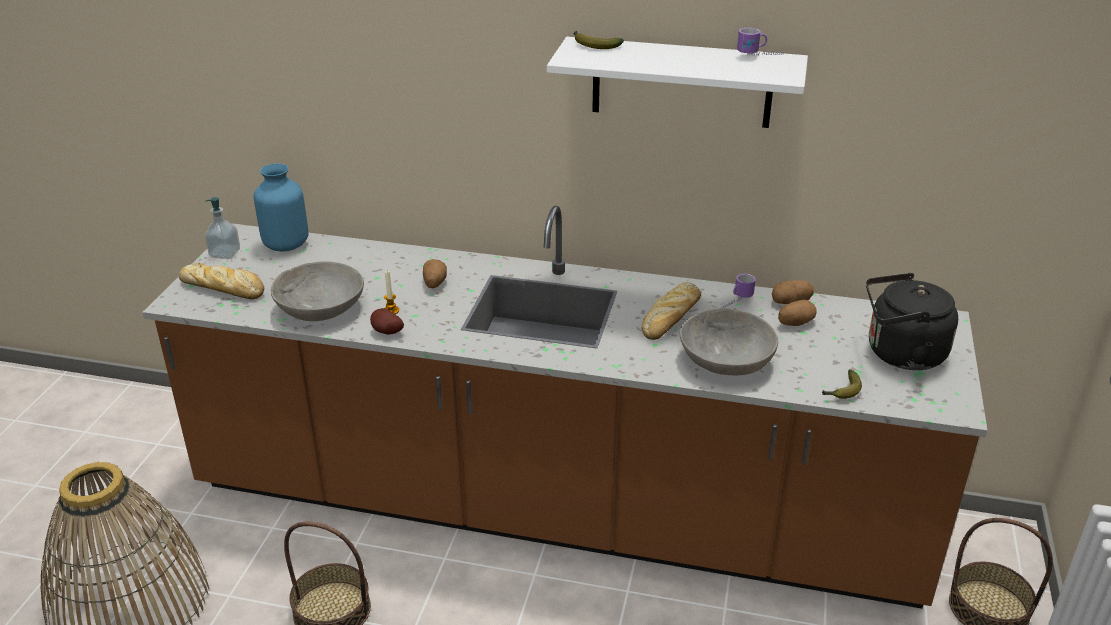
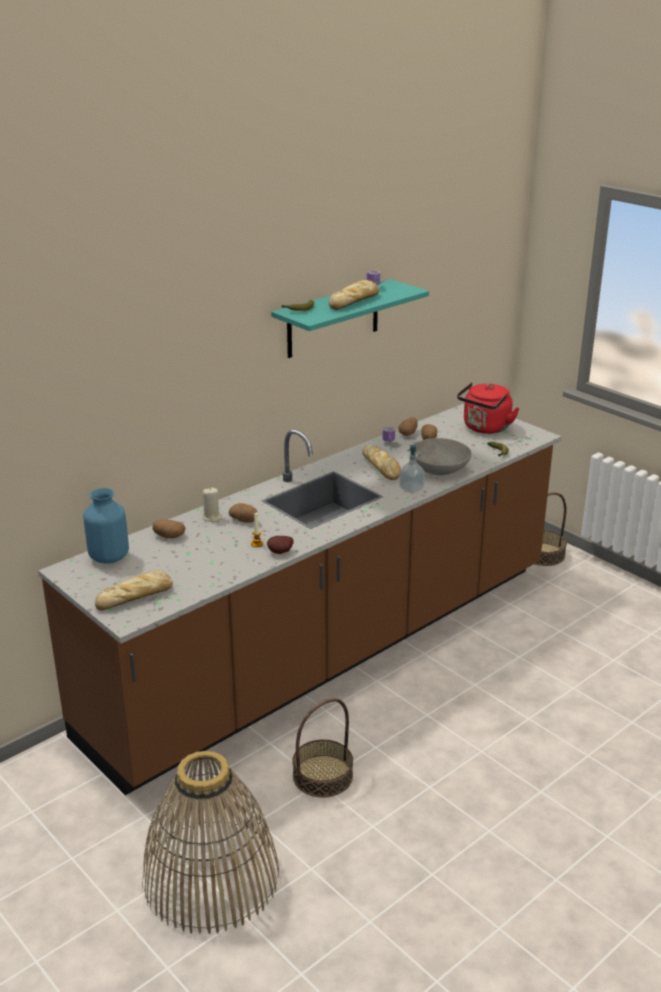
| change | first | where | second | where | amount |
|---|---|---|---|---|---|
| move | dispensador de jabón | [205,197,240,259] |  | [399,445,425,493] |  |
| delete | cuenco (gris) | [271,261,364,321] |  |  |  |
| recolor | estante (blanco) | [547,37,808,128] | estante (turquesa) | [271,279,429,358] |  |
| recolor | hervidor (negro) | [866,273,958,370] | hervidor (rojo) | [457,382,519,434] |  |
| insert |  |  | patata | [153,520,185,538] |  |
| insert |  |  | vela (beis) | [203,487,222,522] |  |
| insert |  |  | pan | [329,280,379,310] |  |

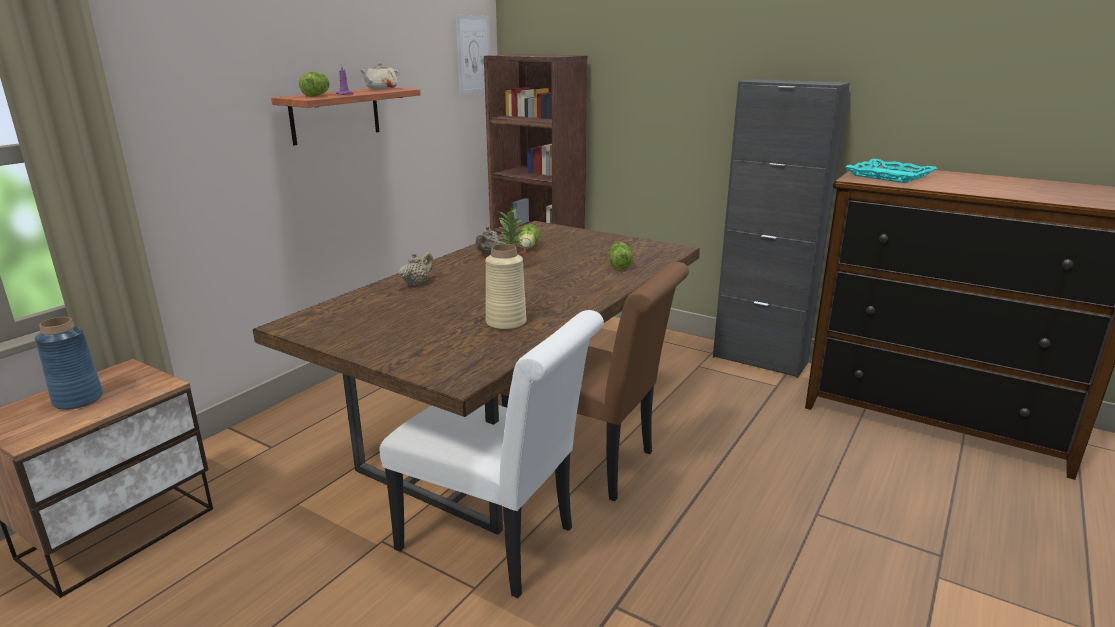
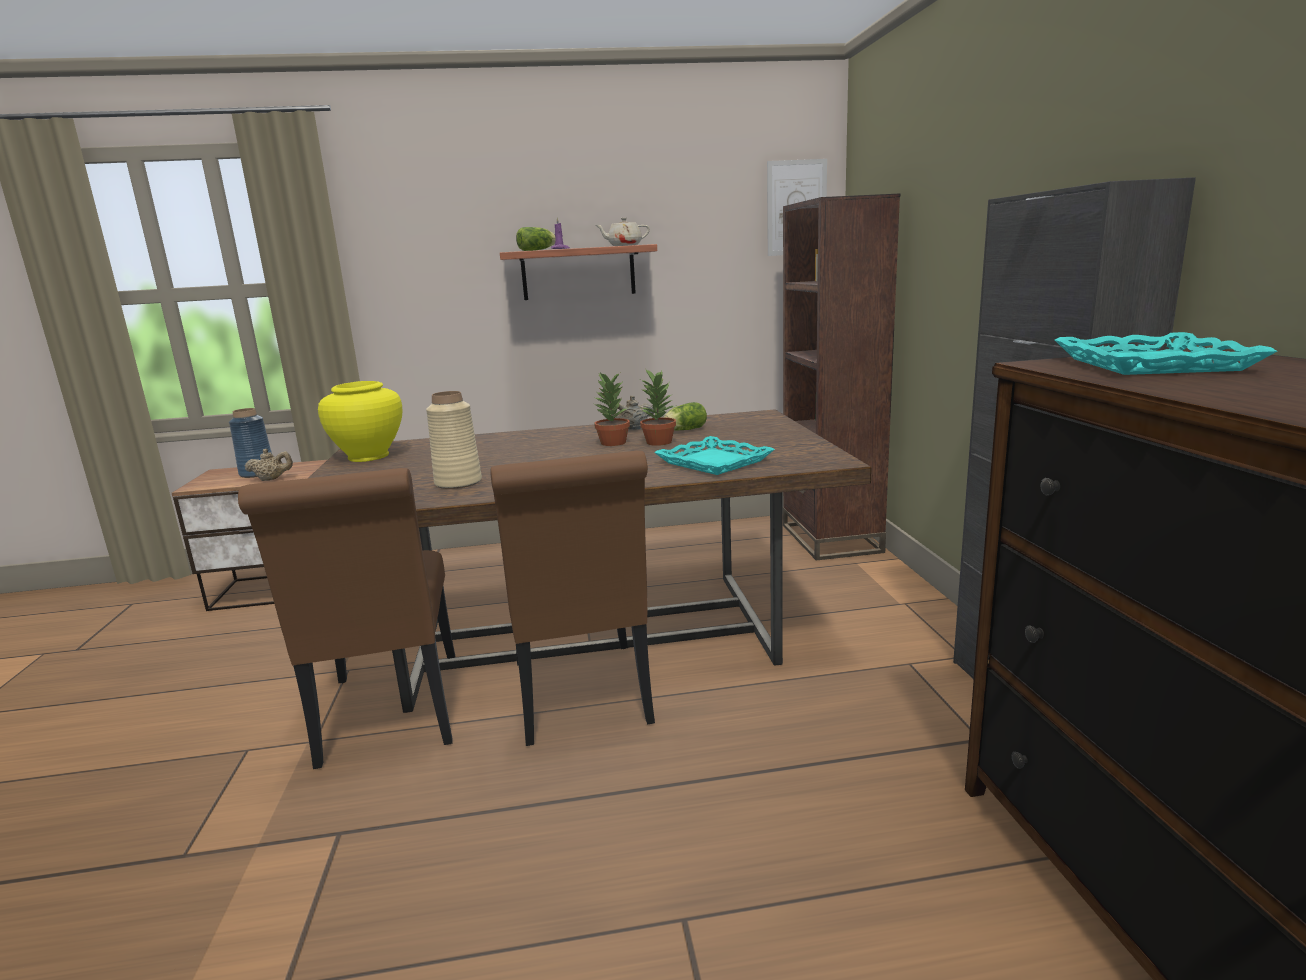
| change | first | where | second | where | amount |
|---|---|---|---|---|---|
| recolor | silla (blanco) | [379,310,604,598] | silla (marrón) | [238,468,456,769] |  |
| move | tetera (beis) | [399,252,434,286] |  | [244,449,293,481] |  |
| replace | lechuga | [609,242,633,270] | bandeja (turquesa) | [654,436,775,475] |  |
| insert |  |  | florero (amarillo) | [318,381,403,462] |  |
| insert |  |  | planta en maceta | [640,370,677,446] |  |

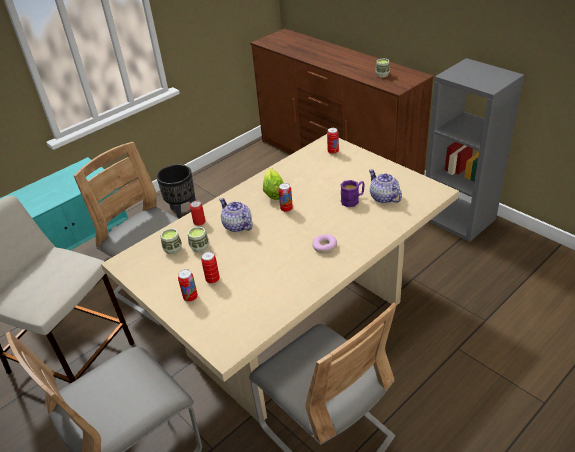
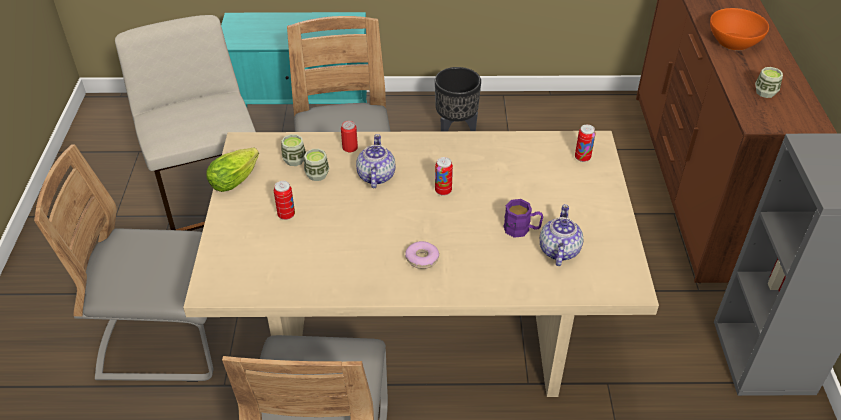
| change | first | where | second | where | amount |
|---|---|---|---|---|---|
| delete | lata | [178,269,198,302] |  |  |  |
| move | lechuga | [263,168,283,200] |  | [206,148,259,192] |  |
| insert |  |  | cuenco (naranja) | [710,8,769,50] |  |

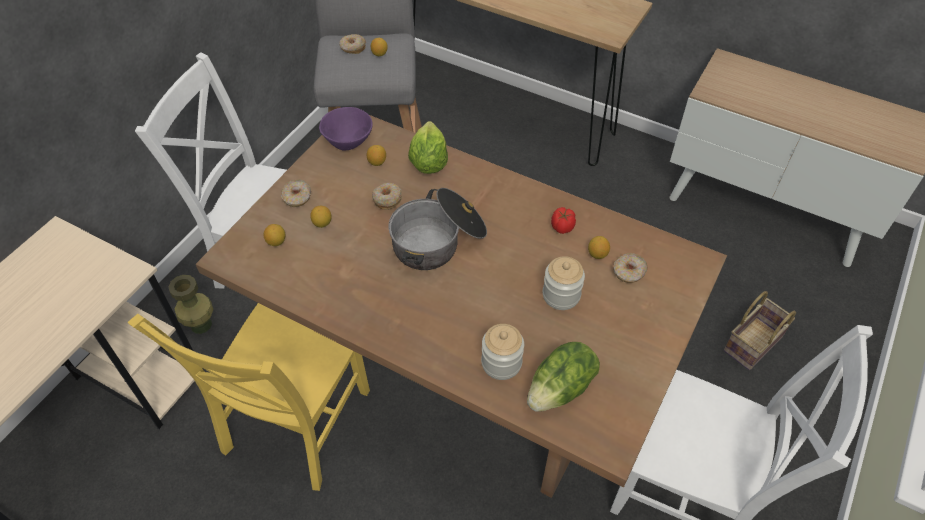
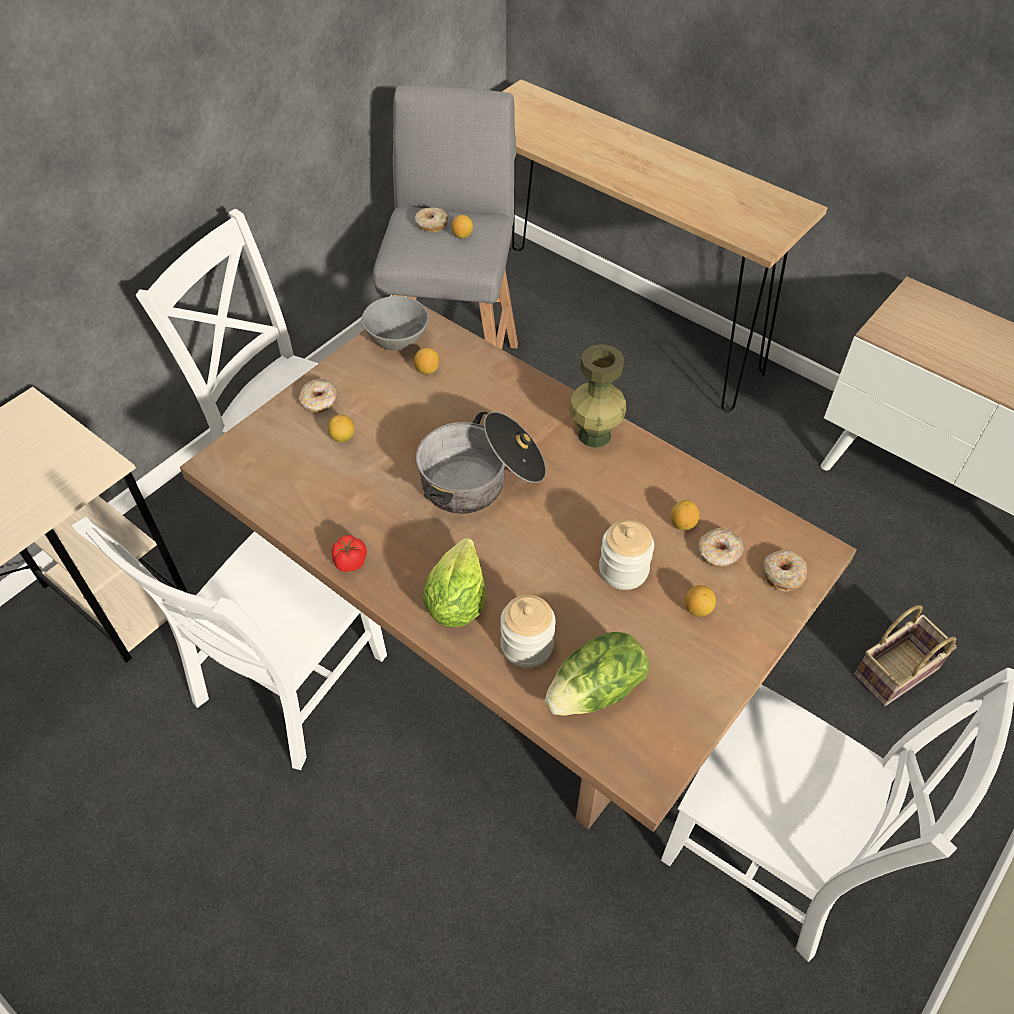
| change | first | where | second | where | amount |
|---|---|---|---|---|---|
| recolor | silla (amarillo) | [127,303,370,491] | silla (blanco) | [72,517,387,770] |  |
| move | florero (verde) | [169,275,214,334] |  | [569,344,626,448] |  |
| move | limón | [263,224,285,246] |  | [685,585,716,617] |  |
| recolor | cuenco (morado) | [319,107,373,151] | cuenco (gris) | [361,296,429,350] |  |
| move | rosquilla | [372,183,402,210] |  | [763,550,807,592] |  |
| move | lechuga | [408,121,448,174] |  | [422,538,486,627] |  |
| move | tomate | [551,207,576,234] |  | [332,535,367,572] |  |

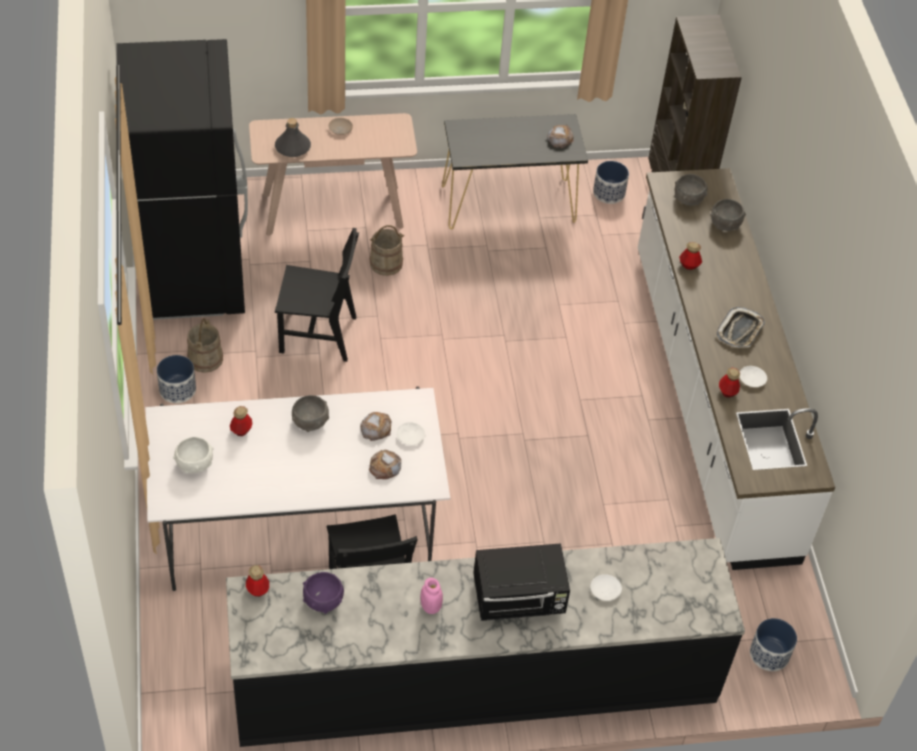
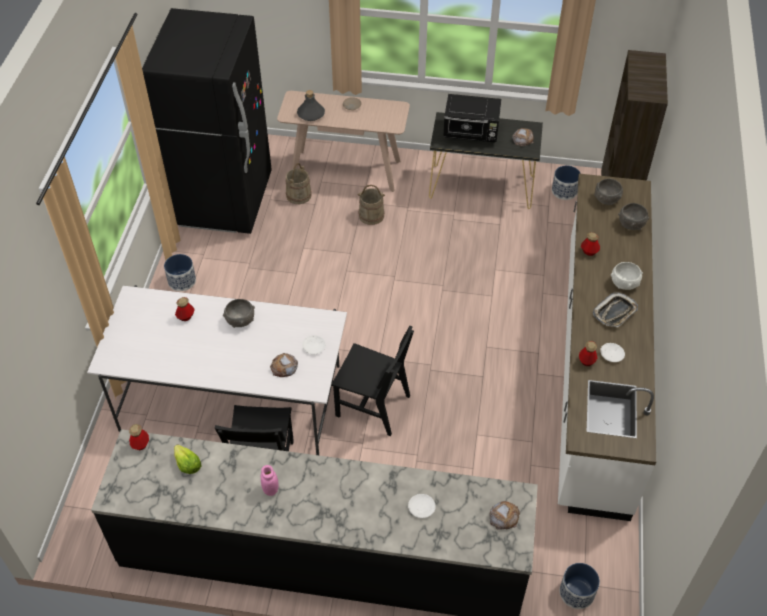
| change | first | where | second | where | amount |
|---|---|---|---|---|---|
| move | cuenco (blanco) | [173,437,214,474] |  | [611,262,643,290] |  |
| move | cubo (beis) | [187,318,223,373] |  | [286,163,312,204] |  |
| move | silla (negro) | [275,228,359,362] |  | [331,326,414,436] |  |
| replace | cuenco (morado) | [303,572,344,614] | lechuga | [174,445,201,474] |  |
| move | pan | [360,412,392,441] |  | [489,501,520,530] |  |
| move | microondas (negro) | [473,543,570,621] |  | [443,94,502,142] |  |

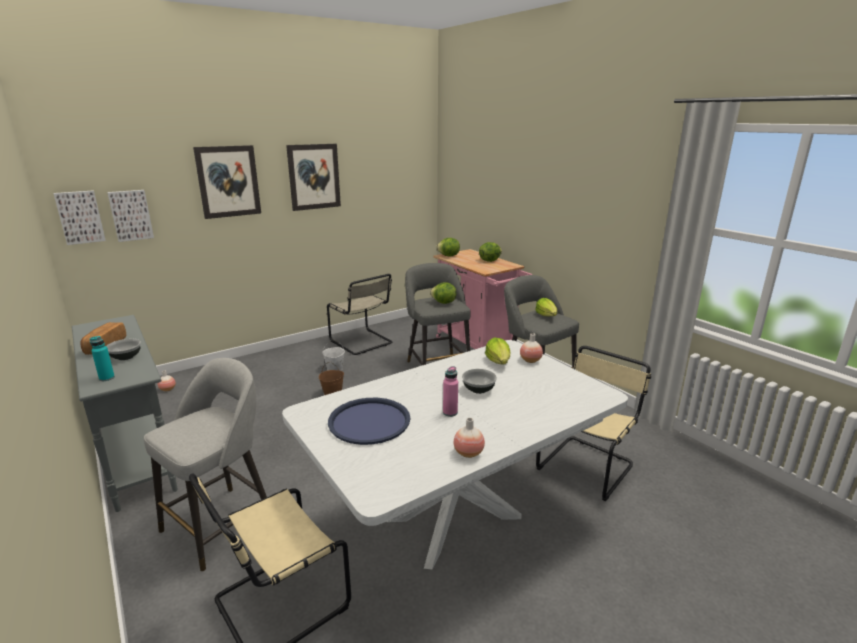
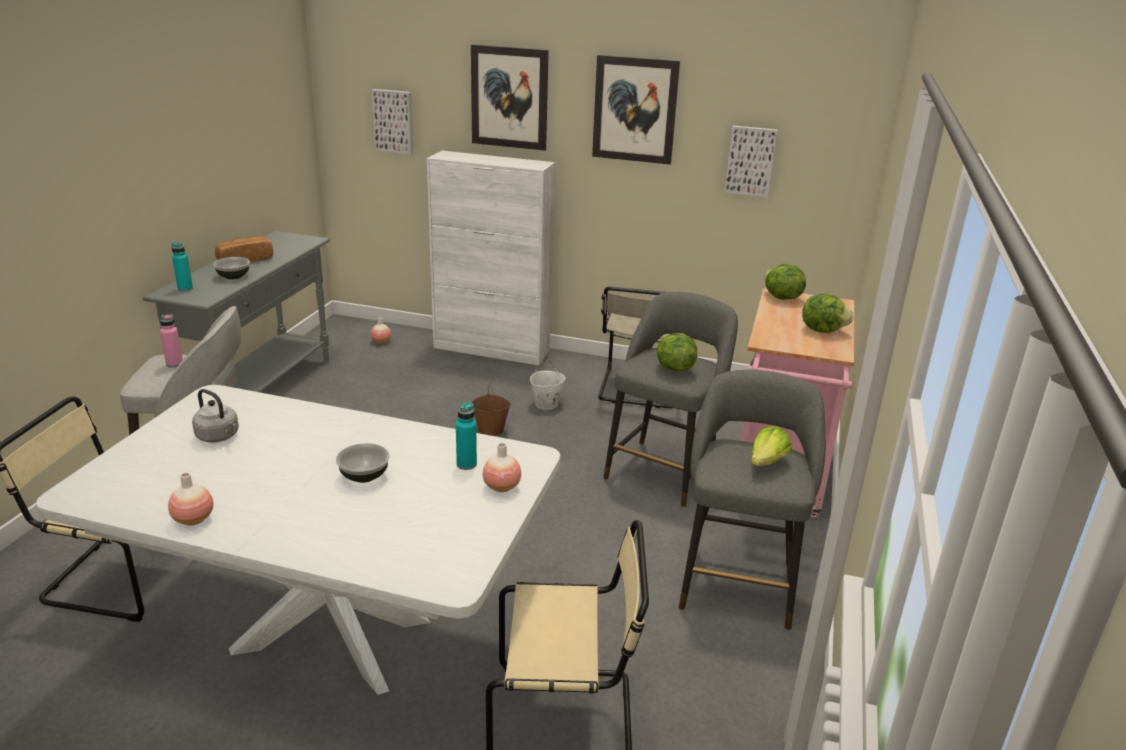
| change | first | where | second | where | amount |
|---|---|---|---|---|---|
| move | cuadro | [53,190,106,245] |  | [725,125,778,197] |  |
| replace | bandeja (azul) | [328,398,410,445] | hervidor (gris) | [192,389,239,443] |  |
| move | botella (rosa) | [443,366,458,417] |  | [160,315,183,368] |  |
| replace | lechuga | [485,337,511,364] | botella (turquesa) | [456,402,477,470] |  |
| insert |  |  | armario (blanco) | [427,151,555,365] |  |

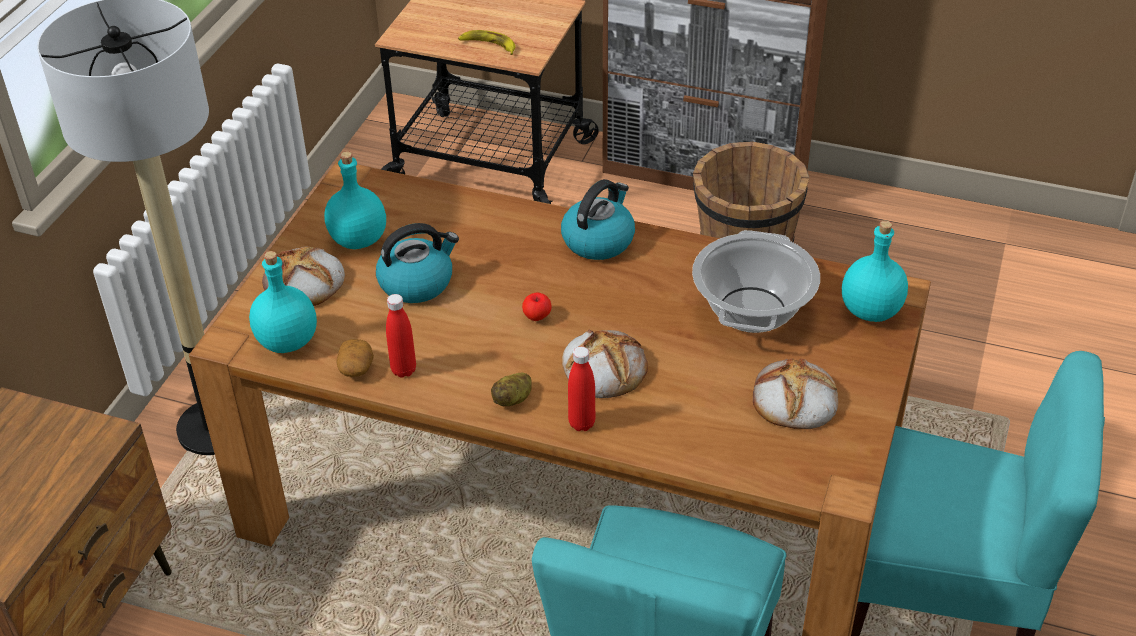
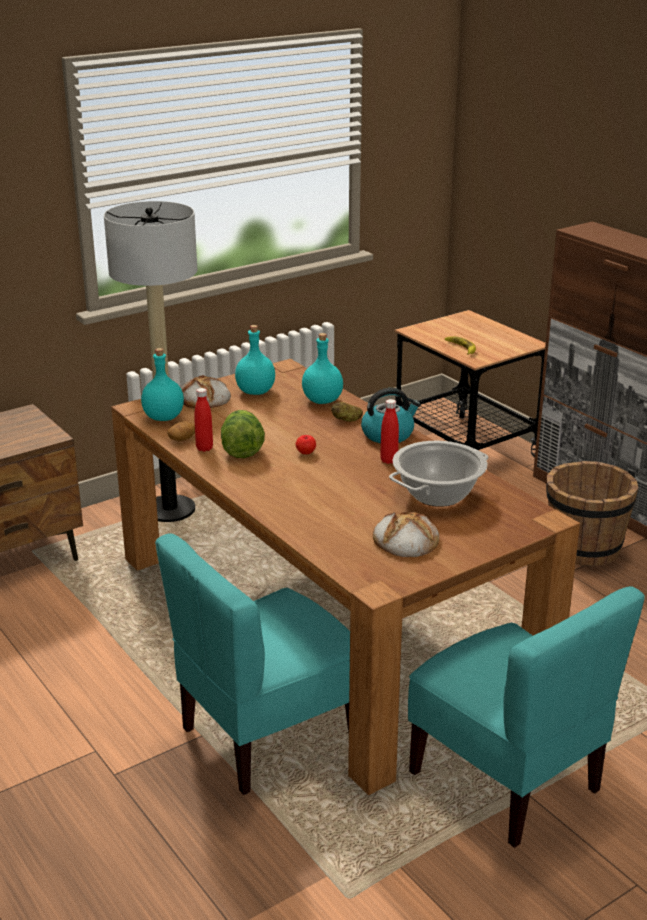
| change | first | where | second | where | amount |
|---|---|---|---|---|---|
| delete | hervidor | [376,223,459,303] |  |  |  |
| move | patata | [491,373,532,407] |  | [331,402,363,422] |  |
| delete | pan | [562,329,648,398] |  |  |  |
| move | botella (rojo) | [568,346,595,431] |  | [380,399,399,464] |  |
| move | botella (turquesa) | [842,220,908,322] |  | [302,333,343,404] |  |
| insert |  |  | lechuga | [221,410,265,458] |  |

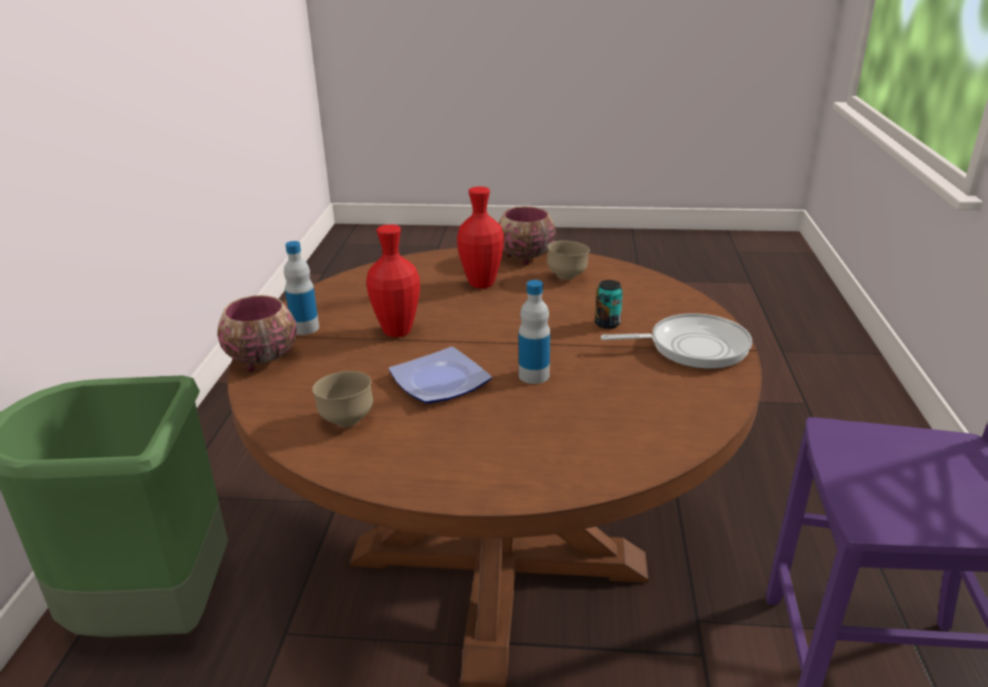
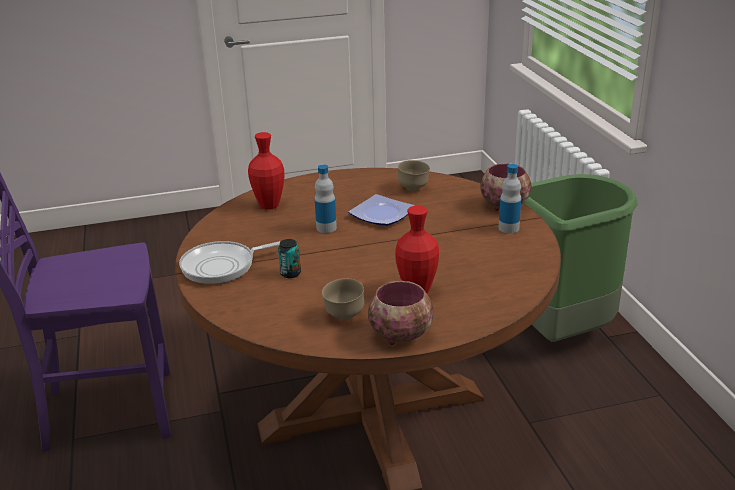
| change | first | where | second | where | amount |
|---|---|---|---|---|---|
| move | florero (rojo) | [366,224,420,337] |  | [248,132,285,210] |  |

